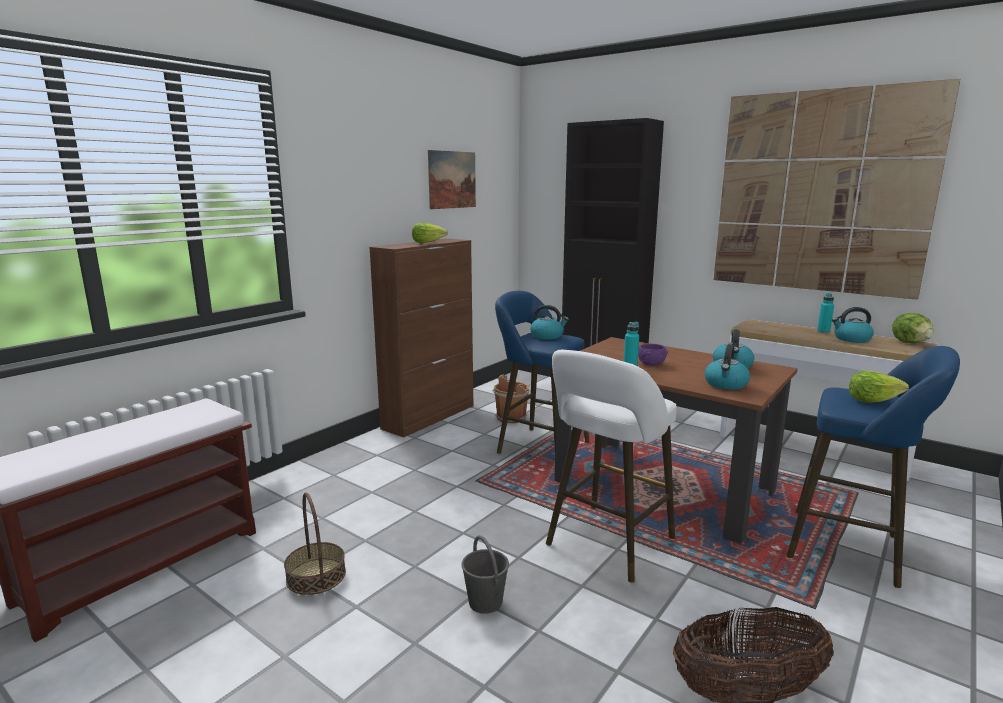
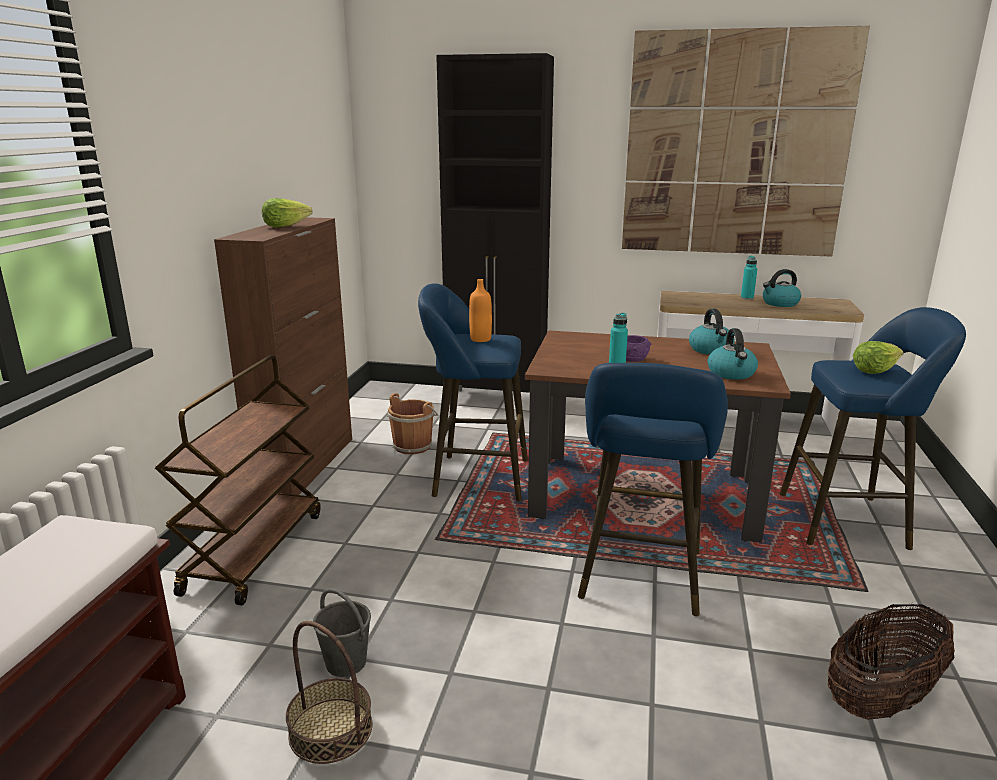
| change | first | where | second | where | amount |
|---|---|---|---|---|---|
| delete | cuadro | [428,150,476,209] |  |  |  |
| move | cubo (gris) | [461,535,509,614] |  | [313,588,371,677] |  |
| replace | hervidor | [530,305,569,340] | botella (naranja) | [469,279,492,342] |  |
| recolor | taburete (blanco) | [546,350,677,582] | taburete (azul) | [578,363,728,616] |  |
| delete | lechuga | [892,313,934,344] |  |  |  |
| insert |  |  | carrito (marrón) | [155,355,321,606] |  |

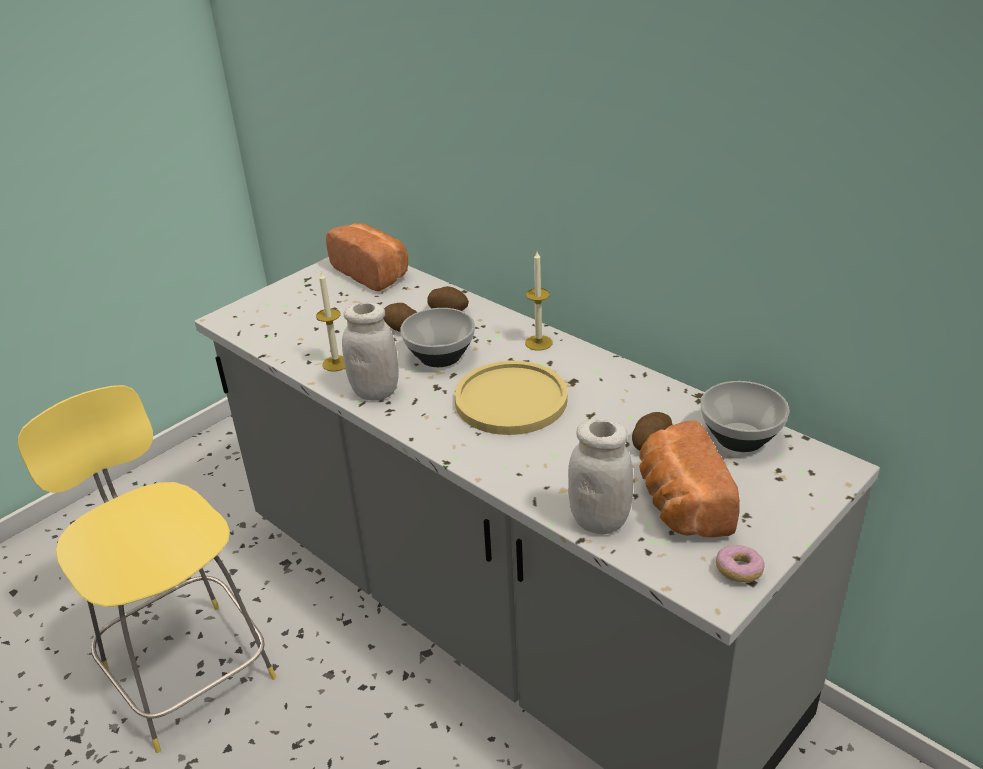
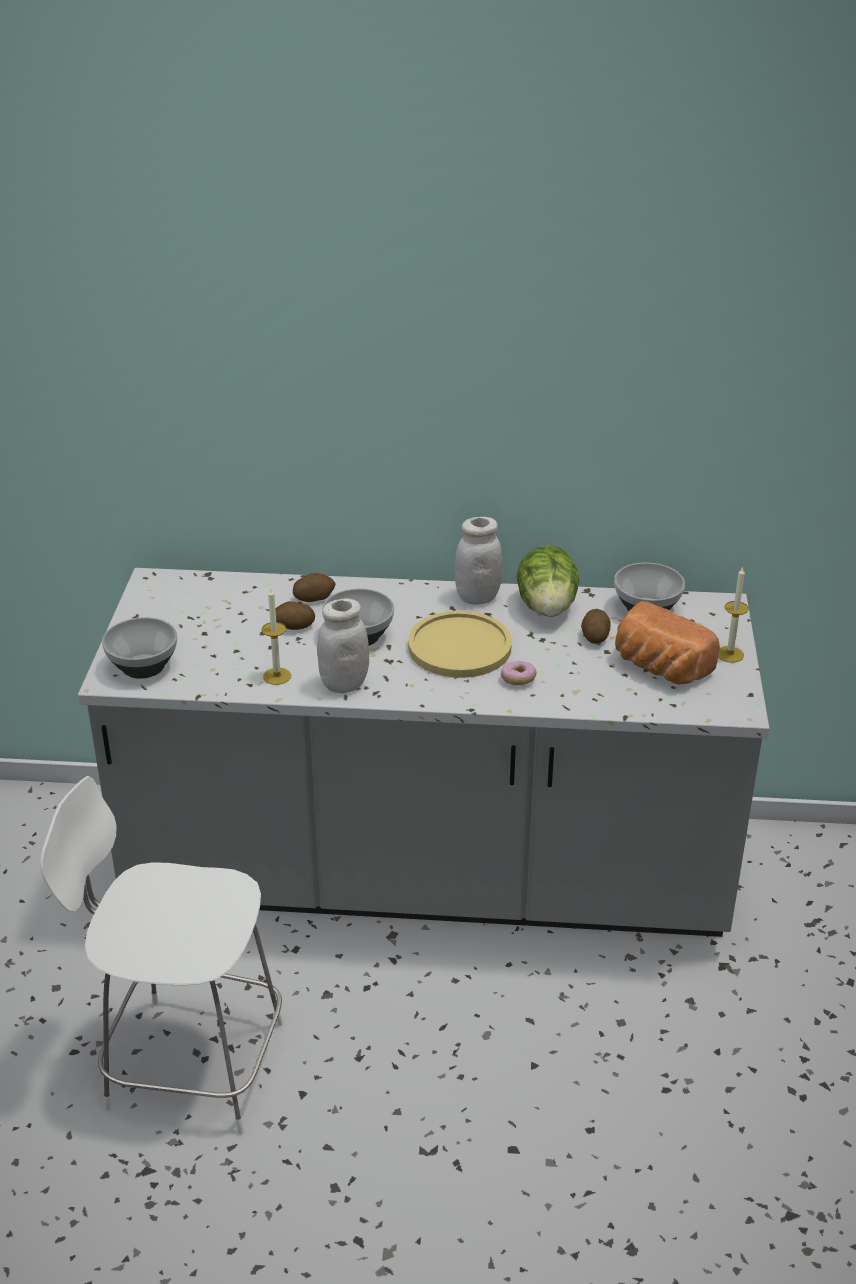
| change | first | where | second | where | amount |
|---|---|---|---|---|---|
| recolor | taburete (amarillo) | [18,385,277,753] | taburete (blanco) | [40,776,283,1134] |  |
| delete | pan | [326,223,408,291] |  |  |  |
| move | vela | [525,252,552,350] |  | [718,566,749,663] |  |
| move | tarro (blanco) | [568,418,633,534] |  | [455,517,503,605] |  |
| move | rosquilla | [716,545,765,582] |  | [501,661,537,685] |  |
| insert |  |  | cuenco | [102,617,177,679] |  |
| insert |  |  | lechuga | [517,545,580,617] |  |

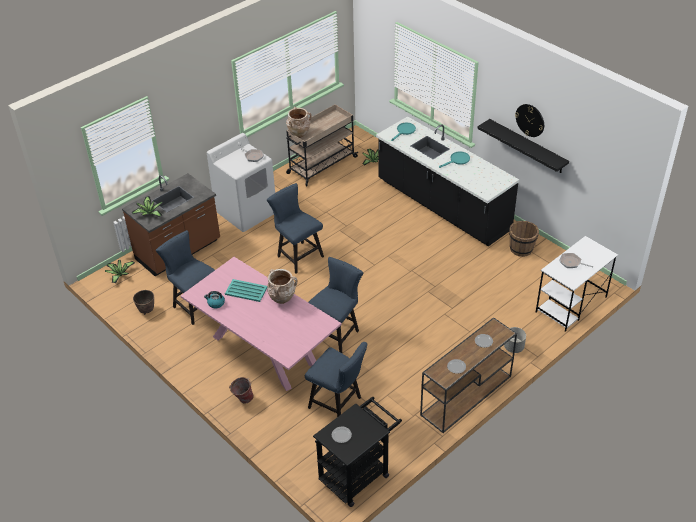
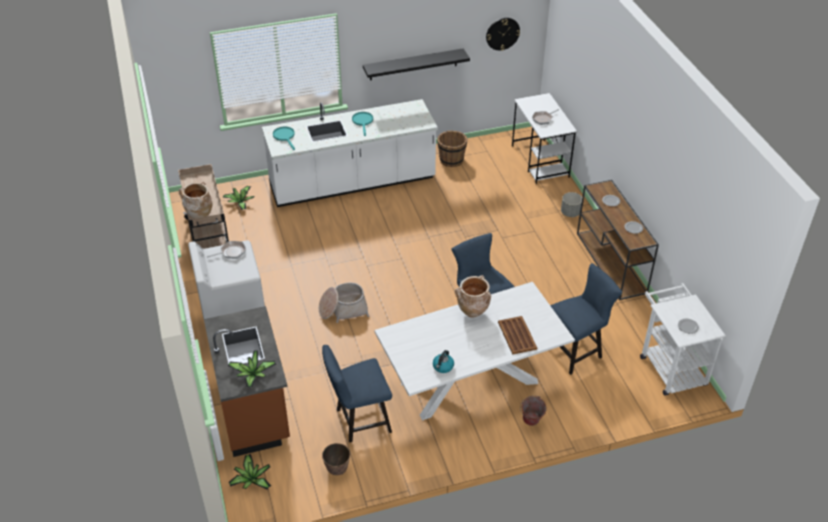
| change | first | where | second | where | amount |
|---|---|---|---|---|---|
| recolor | mesa de comedor (rosa) | [181,257,341,391] | mesa de comedor (blanco) | [375,282,575,420] |  |
| delete | bandeja (turquesa) | [225,279,267,302] |  |  |  |
| replace | silla (azul) | [267,183,324,274] | cesta | [319,283,370,323] |  |
| recolor | carrito (negro) | [313,397,402,507] | carrito (blanco) | [640,283,726,395] |  |
| recolor | mueble bajo de cocina (negro) | [376,116,519,246] | mueble bajo de cocina (blanco) | [262,99,438,207] |  |
| move | reloj de pared | [515,104,544,137] |  | [486,18,520,51] |  |
| insert |  |  | bandeja (marrón) | [498,316,537,355] |  |

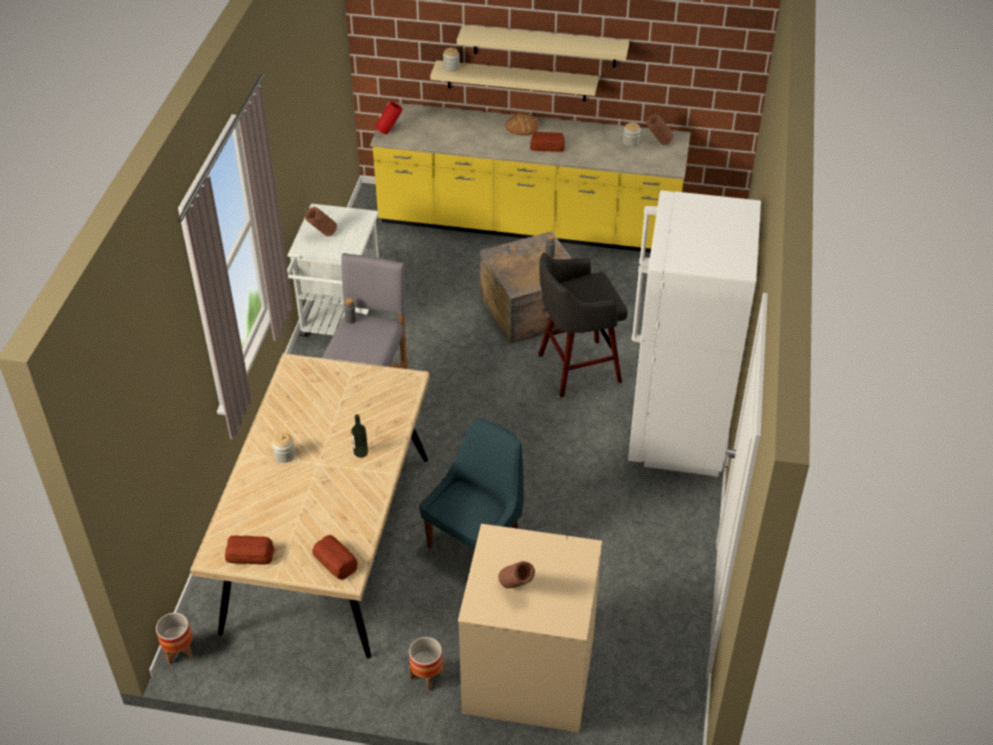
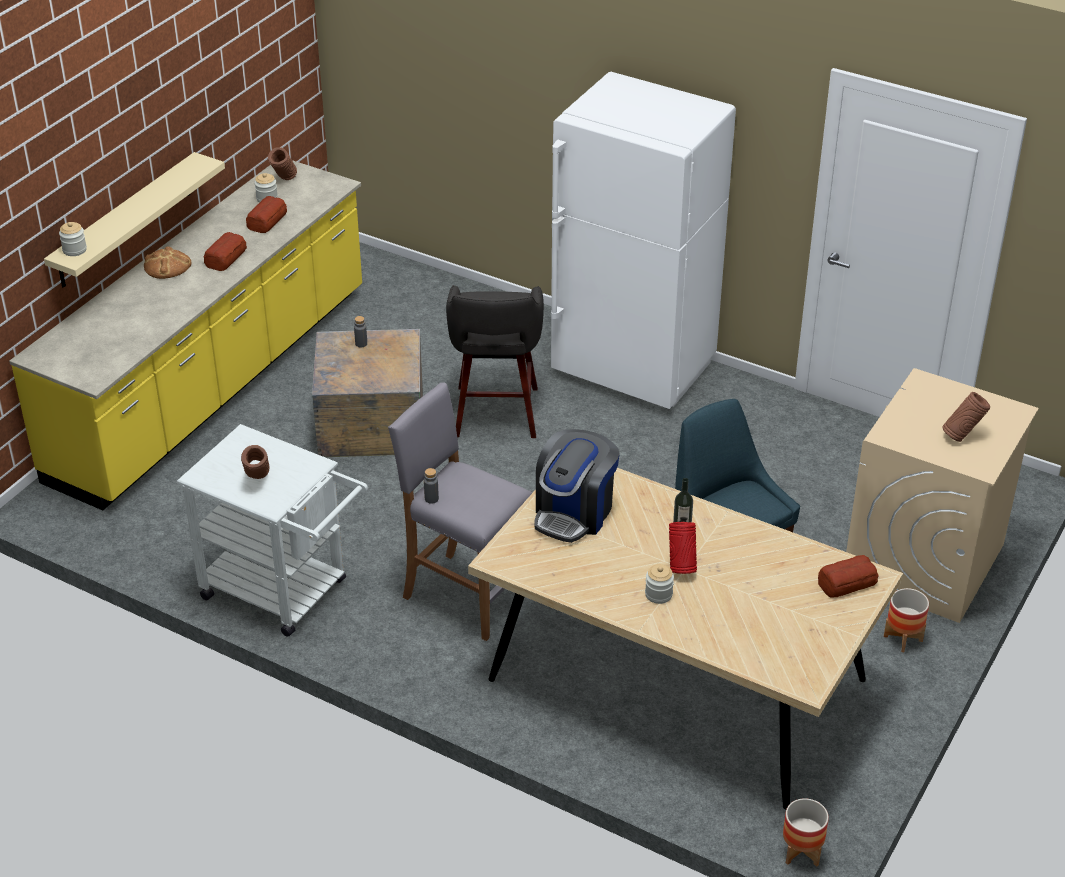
| change | first | where | second | where | amount |
|---|---|---|---|---|---|
| move | pan | [225,535,274,565] |  | [246,196,287,233] |  |
| move | florero (rojo) | [375,101,403,134] |  | [669,522,697,574] |  |
| delete | estante (beis) | [457,25,629,67] |  |  |  |
| insert |  |  | cafetera | [534,429,620,543] |  |

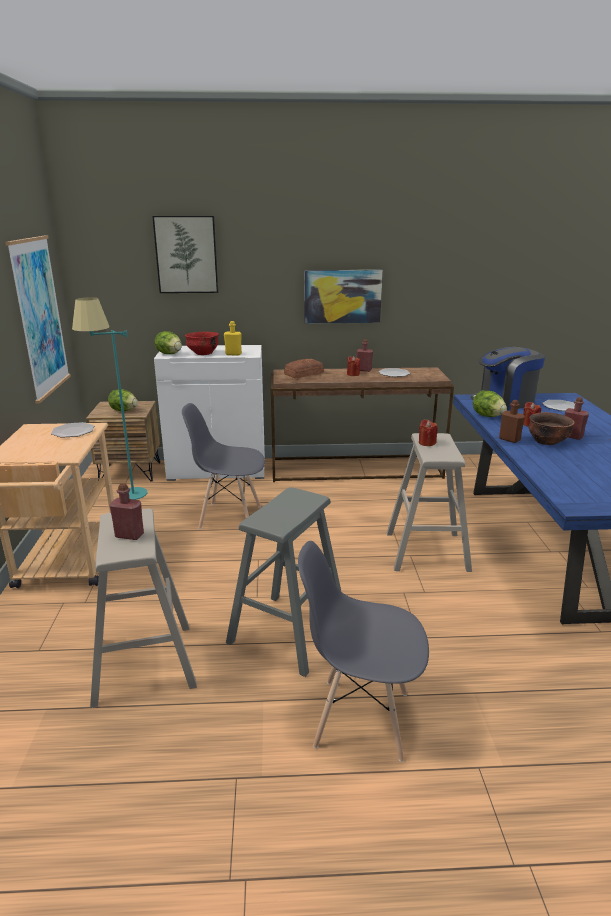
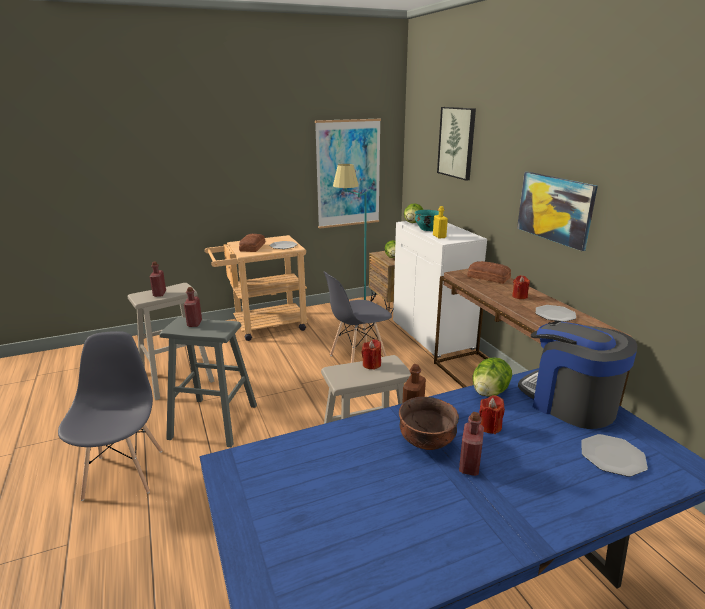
| change | first | where | second | where | amount |
|---|---|---|---|---|---|
| rotate | silla (gris) | [182,403,265,529] |  | [324,271,392,363] | 105 degrees counterclockwise |
| recolor | cuenco (rojo) | [185,331,219,355] | cuenco (turquesa) | [415,210,444,231] |  |
| move | botella (rojo) | [357,339,373,372] |  | [184,287,202,327] |  |
| insert |  |  | pan | [239,234,265,252] |  |

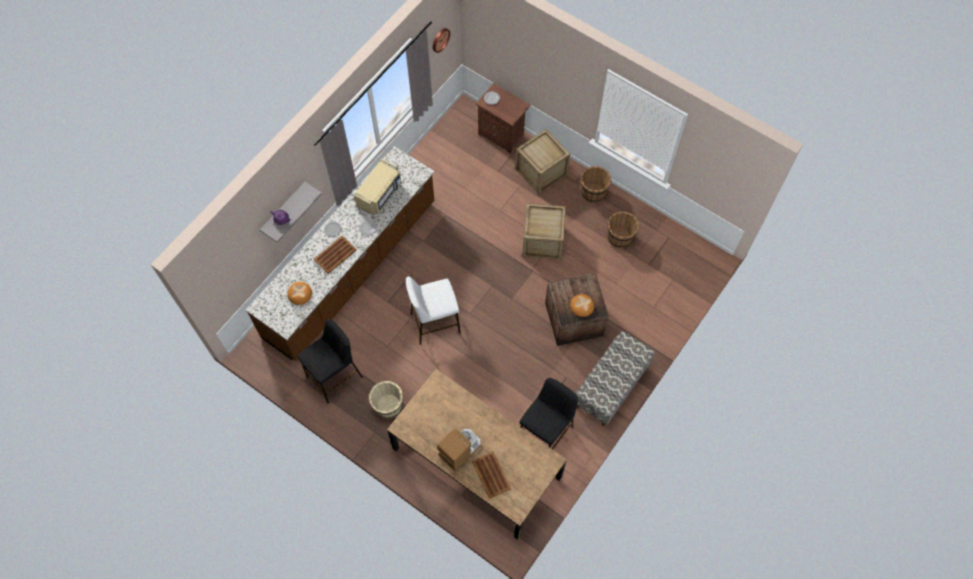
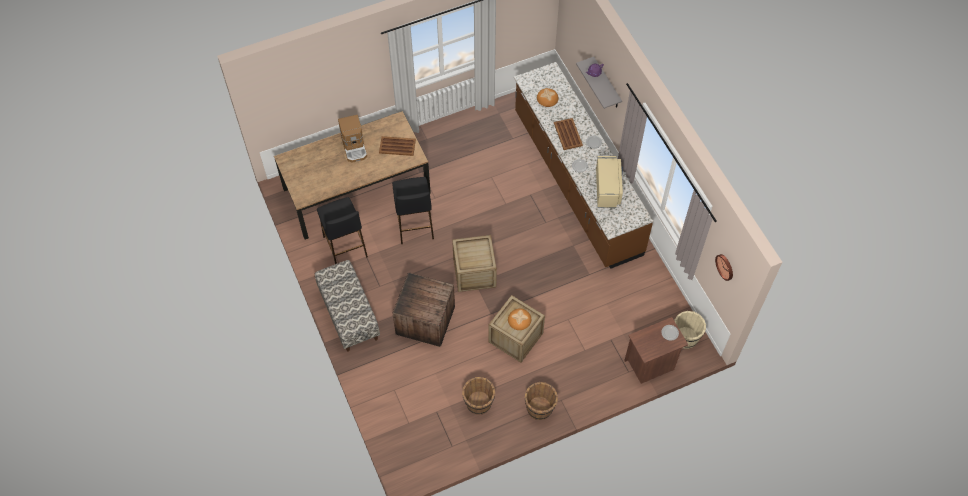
| change | first | where | second | where | amount |
|---|---|---|---|---|---|
| move | taburete (negro) | [297,319,363,404] |  | [392,177,434,244] |  |
| rotate | microondas (beis) | [354,159,401,215] |  | [596,156,623,208] | 150 degrees counterclockwise |
| move | cubo (beis) | [369,381,403,418] |  | [674,311,706,349] |  |
| delete | taburete (blanco) | [406,276,461,345] |  |  |  |
| move | bandeja (marrón) | [472,452,511,499] |  | [379,136,416,156] |  |
| move | caja de embalaje | [515,129,570,194] |  | [452,235,497,292] |  |
| move | pan | [570,294,594,317] |  | [508,308,531,330] |  |

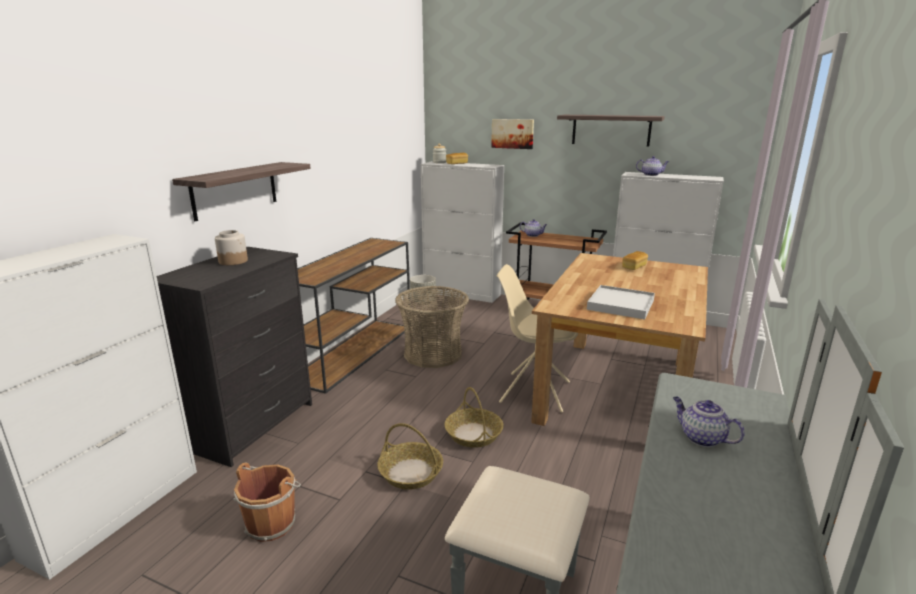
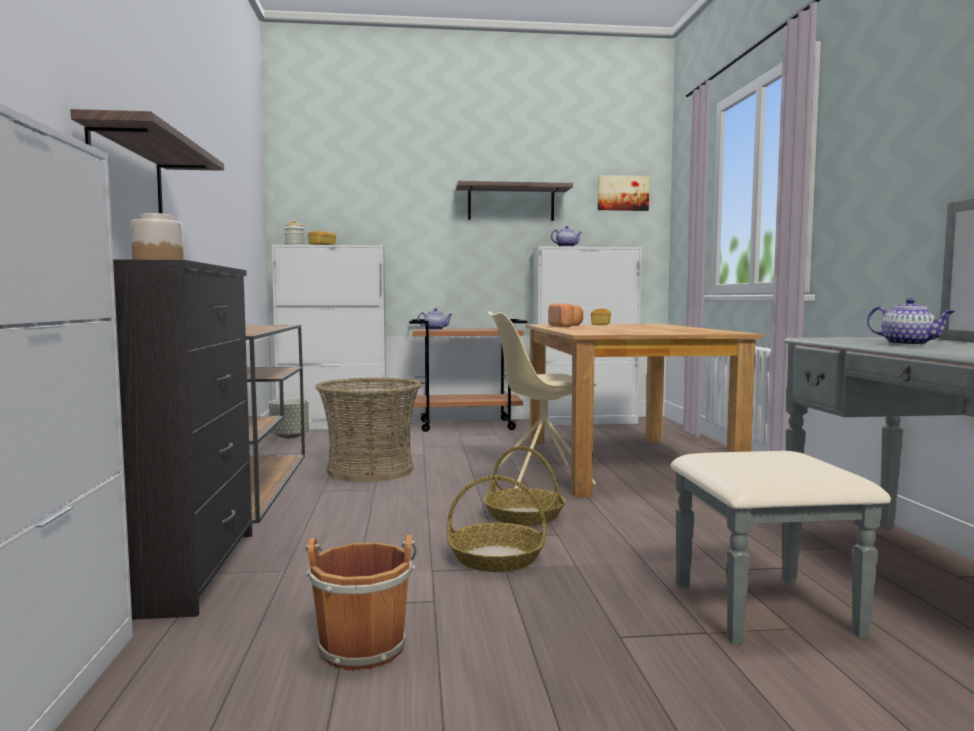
| change | first | where | second | where | amount |
|---|---|---|---|---|---|
| move | cuadro | [491,119,534,149] |  | [598,175,649,211] |  |
| delete | bandeja (blanco) | [587,285,655,319] |  |  |  |
| rotate | tetera | [673,397,745,447] |  | [867,298,955,345] | 150 degrees counterclockwise |
| insert |  |  | pan | [548,303,583,327] |  |

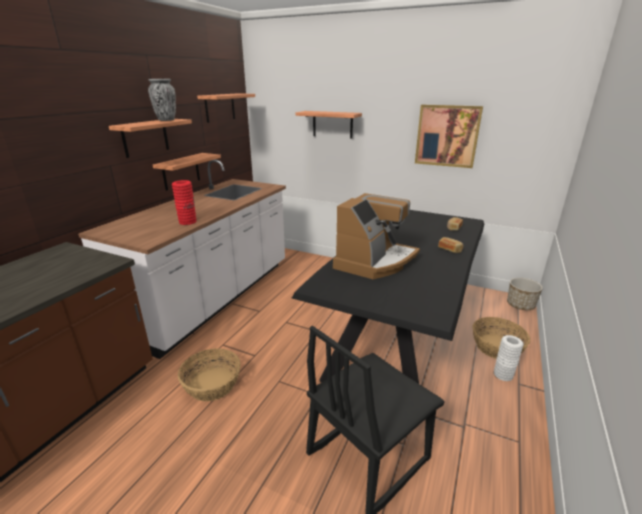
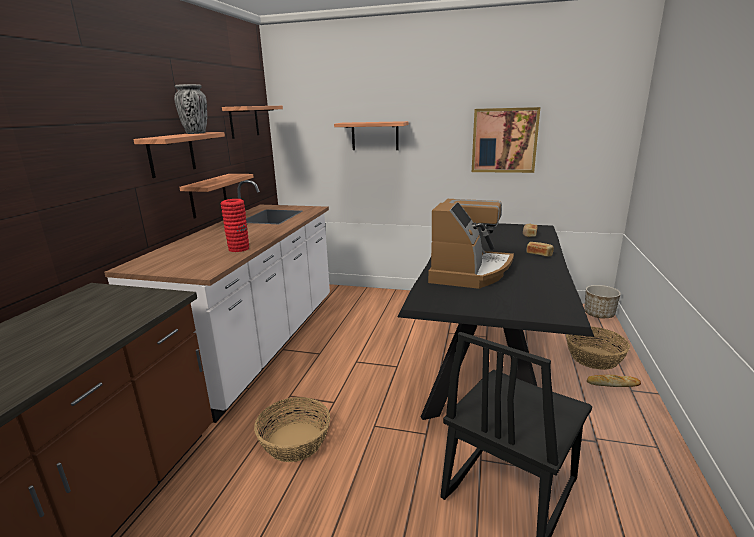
| change | first | where | second | where | amount |
|---|---|---|---|---|---|
| replace | florero (blanco) | [494,335,524,381] | pan | [587,375,641,387] |  |

